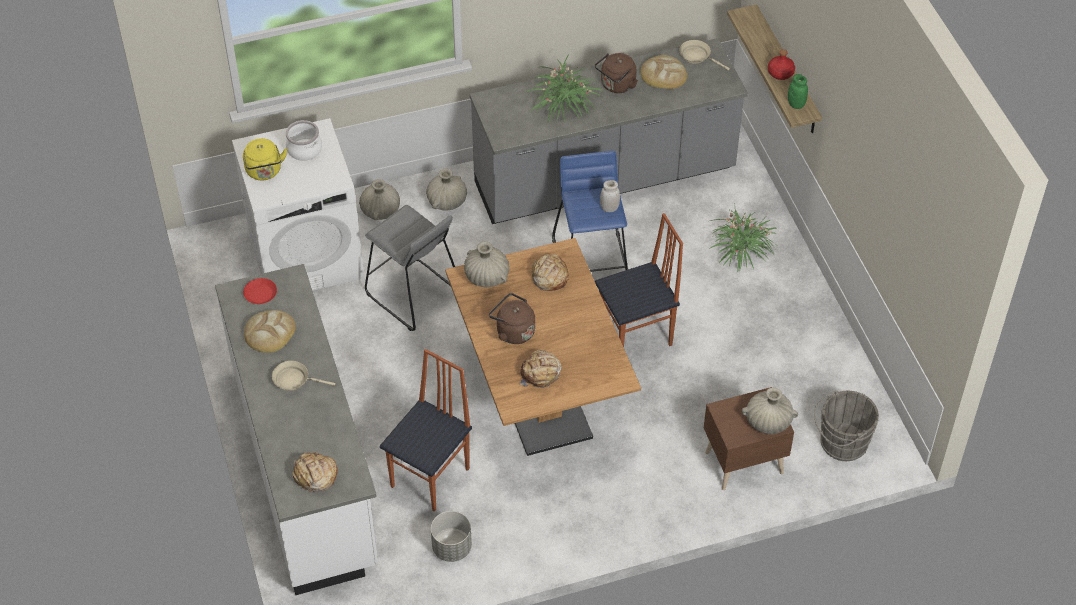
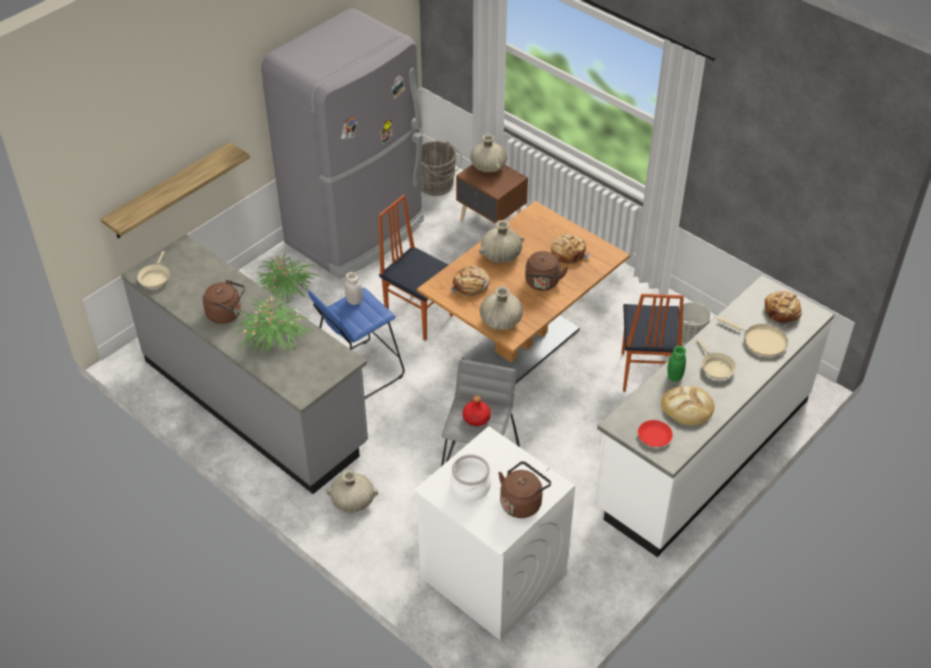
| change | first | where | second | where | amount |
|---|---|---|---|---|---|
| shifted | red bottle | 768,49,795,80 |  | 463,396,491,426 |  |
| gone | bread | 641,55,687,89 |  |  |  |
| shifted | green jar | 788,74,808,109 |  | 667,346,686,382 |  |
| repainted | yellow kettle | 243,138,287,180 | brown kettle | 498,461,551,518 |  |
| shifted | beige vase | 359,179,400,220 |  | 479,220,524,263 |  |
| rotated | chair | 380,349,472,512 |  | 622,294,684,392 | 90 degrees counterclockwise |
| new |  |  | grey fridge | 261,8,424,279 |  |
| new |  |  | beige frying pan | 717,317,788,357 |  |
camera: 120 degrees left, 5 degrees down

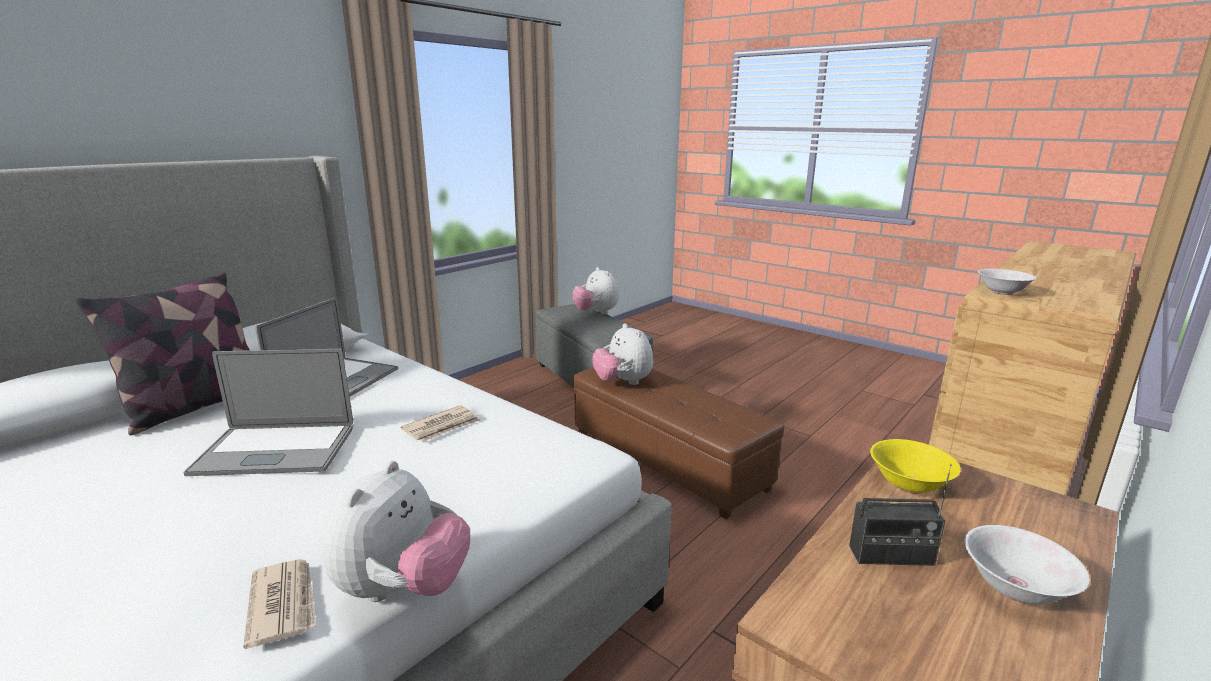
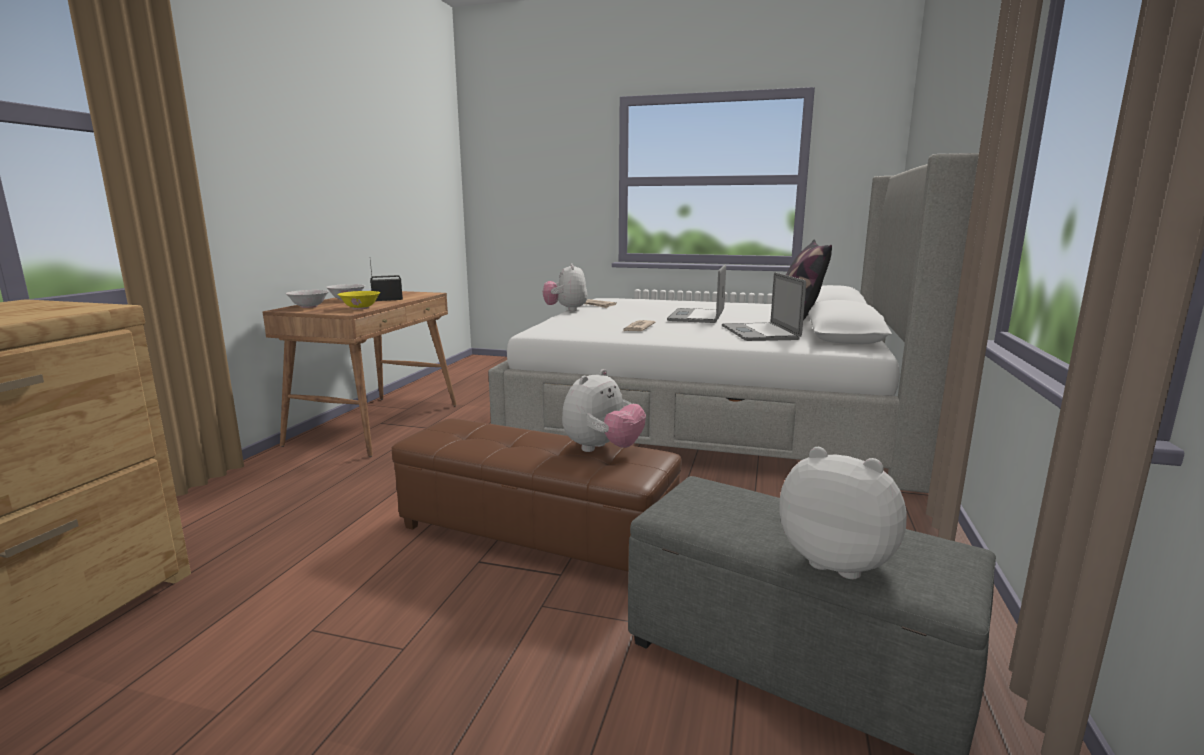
| change | first | where | second | where | amount |
|---|---|---|---|---|---|
| shifted | white bowl | 978,269,1036,295 |  | 285,290,329,308 |  |
| rotated | plush toy | 593,323,653,385 |  | 562,369,646,452 | 90 degrees clockwise |
| rotated | laptop | 184,349,353,476 |  | 667,265,726,323 | 45 degrees counterclockwise |
camera: 155 degrees right, 5 degrees down

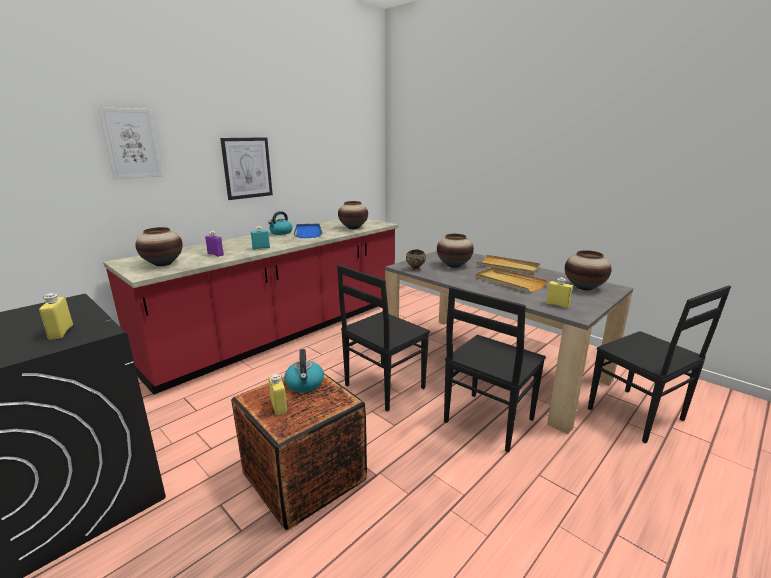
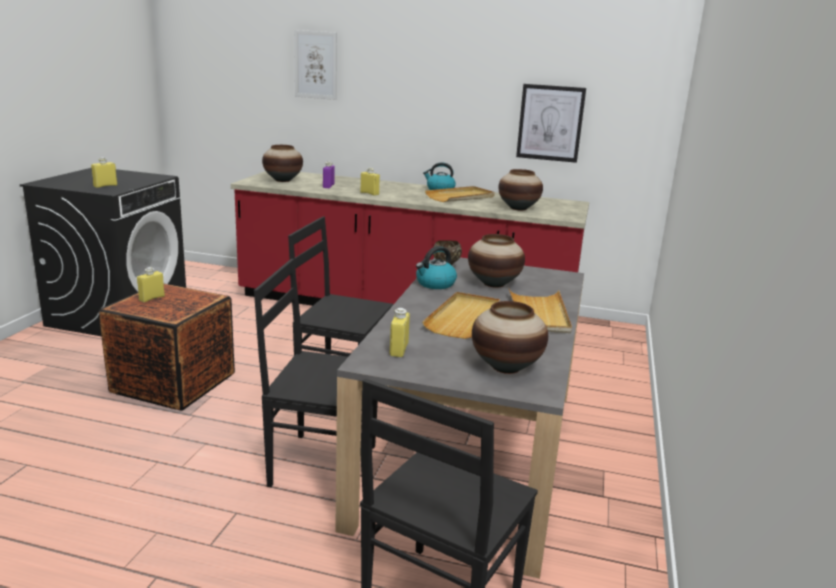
| change | first | where | second | where | amount |
|---|---|---|---|---|---|
| shifted | picture | 220,137,273,200 |  | 516,84,586,163 |  |
| repainted | blue tray | 294,223,323,238 | beige tray | 425,186,495,202 |  |
| repainted | turquoise bottle | 251,226,270,250 | yellow bottle | 360,168,380,196 |  |
| shifted | kettle | 284,349,324,393 |  | 416,246,457,289 |  |
camera: 60 degrees right, 0 degrees up

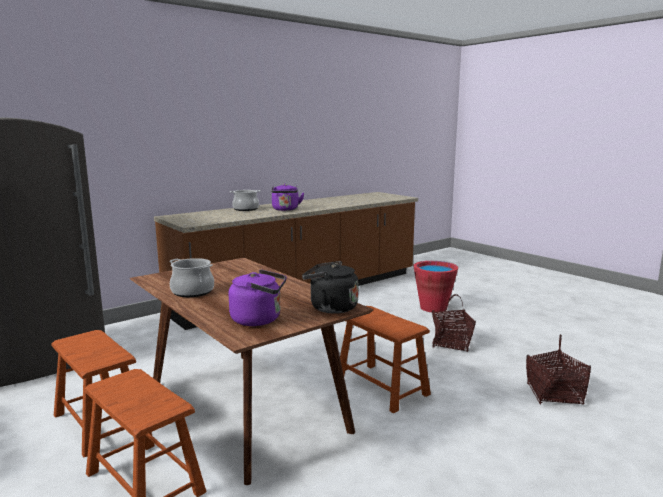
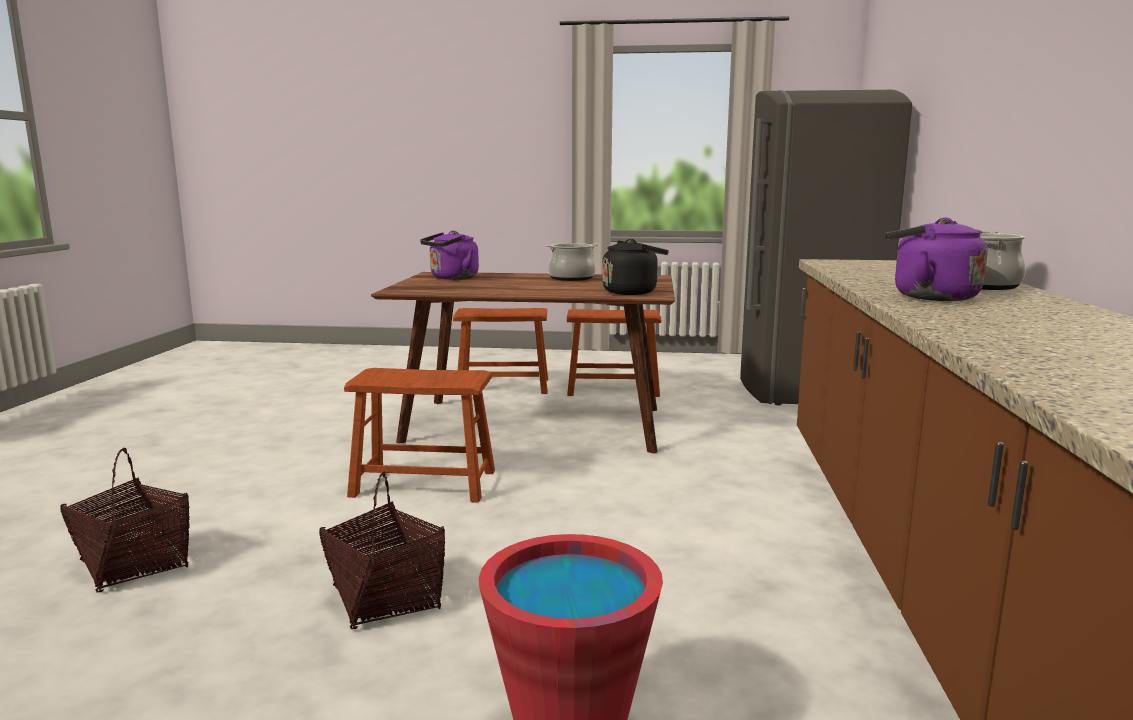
| change | first | where | second | where | amount |
|---|---|---|---|---|---|
| shifted | black kettle | 302,261,359,314 |  | 602,239,669,295 |  |
camera: 135 degrees right, 0 degrees up

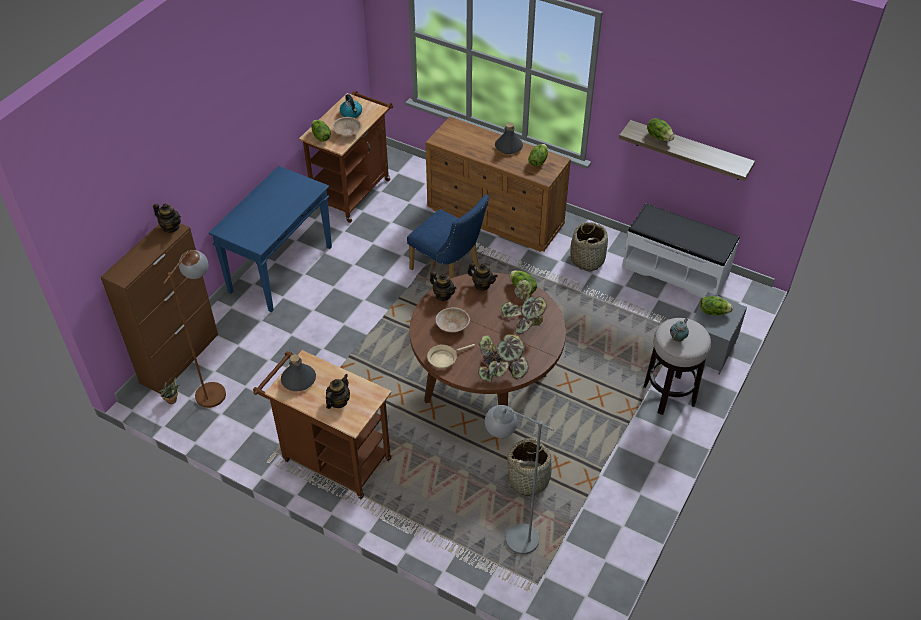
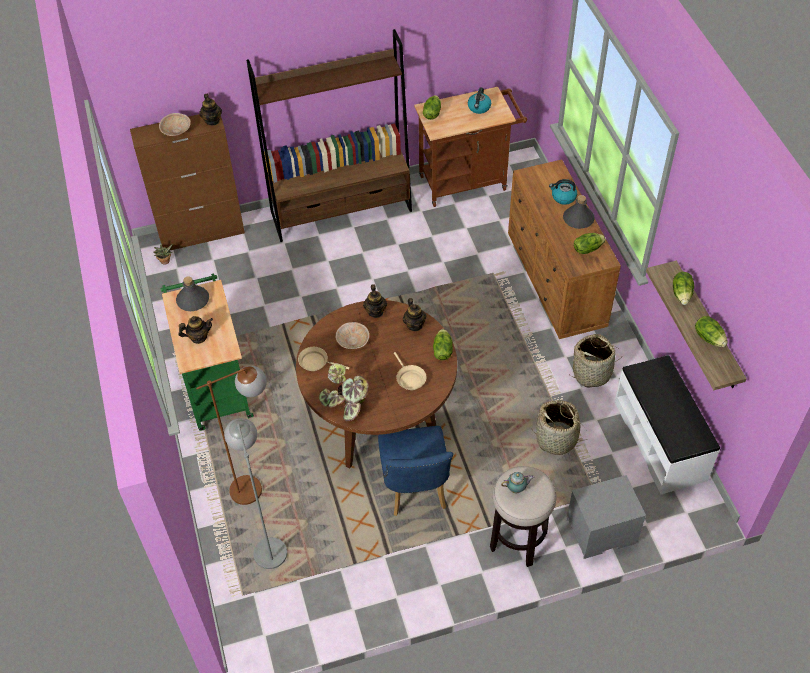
| change | first | where | second | where | amount |
|---|---|---|---|---|---|
| shifted | beige bowl | 333,117,362,136 |  | 159,113,191,136 |  |
| swapped | blue console table | 209,166,332,312 | brown bookcase | 246,29,412,242 |  |
| shifted | blue chair | 407,194,489,279 |  | 378,426,453,516 |  |
| shifted | brown floor lamp | 163,250,226,408 |  | 196,366,267,505 |  |
| swapped | potted plant | 501,280,547,334 | beige frying pan | 394,352,426,390 |  |
| shifted | lettuce | 700,296,733,316 |  | 695,316,728,347 |  |
| repainted | brown cart | 253,350,392,499 | green cart | 161,273,254,431 |  |
| shifted | basket | 506,438,556,496 |  | 531,400,589,455 |  |
| new |  |  | kettle | 549,179,577,205 |  |
camera: 45 degrees right, 5 degrees up

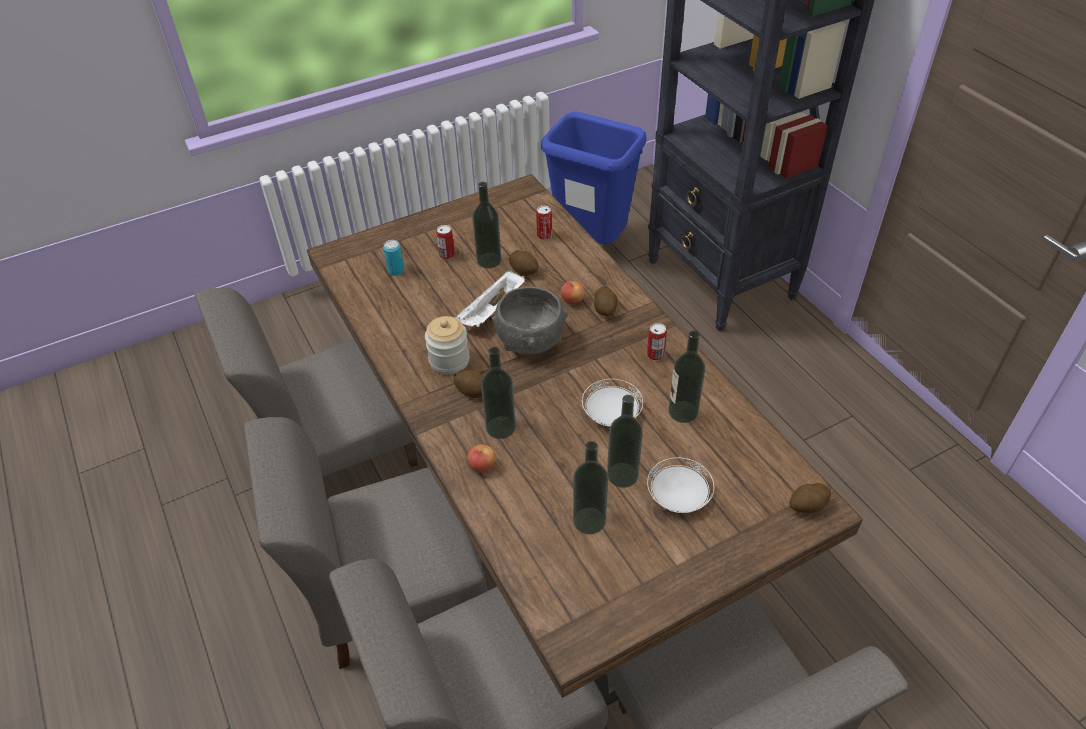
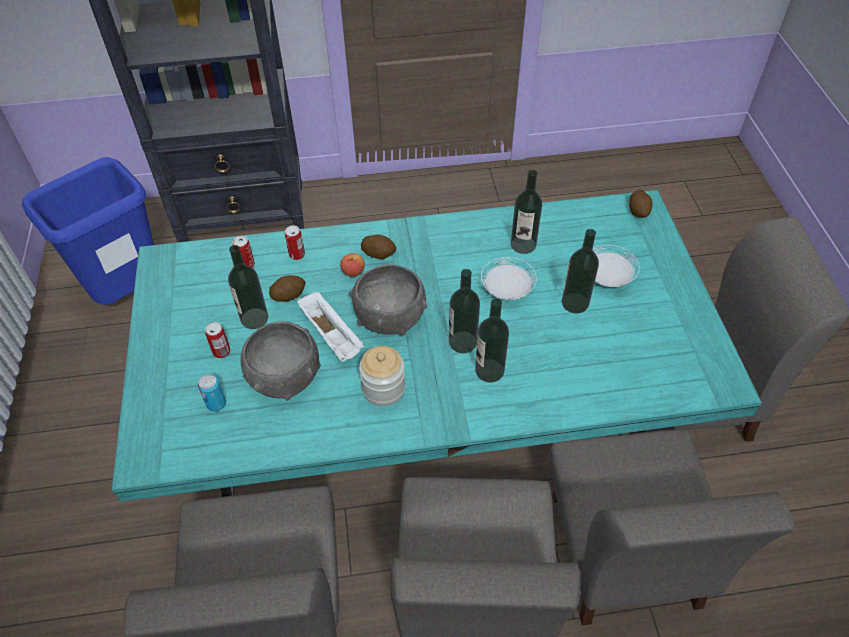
| change | first | where | second | where | amount |
|---|---|---|---|---|---|
| repainted | brown dining table | 307,174,863,706 | turquoise dining table | 112,190,762,502 |  |
| shifted | can | 647,323,667,360 |  | 285,225,305,260 |  |
| gone | potato | 454,370,483,398 |  |  |  |
| shifted | bottle | 573,441,608,534 |  | 449,269,480,353 |  |
| gone | apple | 467,444,496,473 |  |  |  |
| new |  |  | grey bowl | 240,321,321,401 |  |
camera: 70 degrees left, 5 degrees up

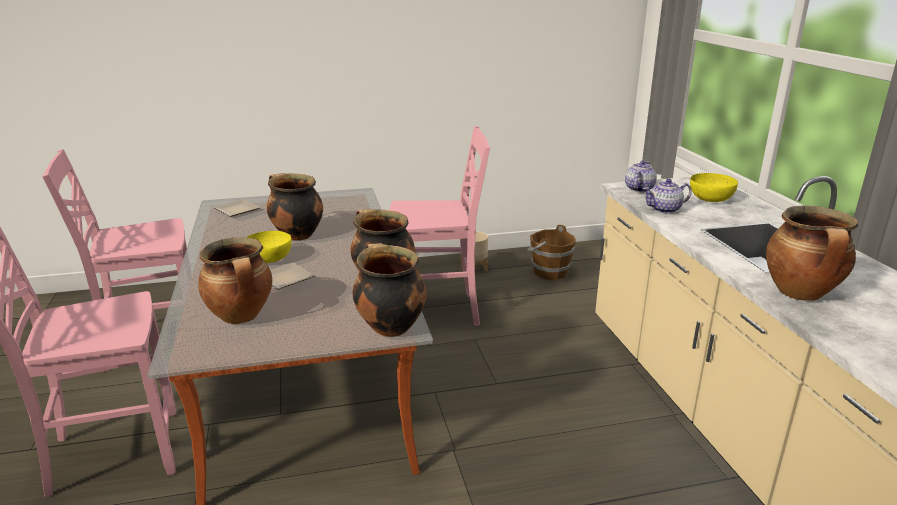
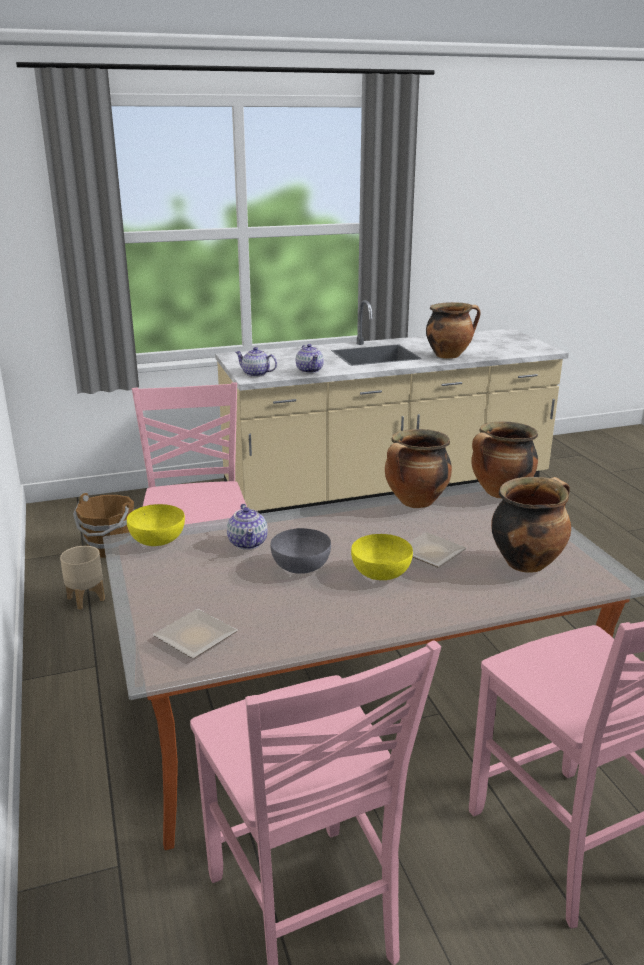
| change | first | where | second | where | amount |
|---|---|---|---|---|---|
| swapped | cooking pot | 267,173,323,241 | grey bowl | 271,528,331,574 |  |
| shifted | yellow bowl | 690,173,738,202 |  | 127,504,185,546 |  |
| new |  |  | teapot | 227,504,268,550 |  |
camera: 95 degrees left, 0 degrees up

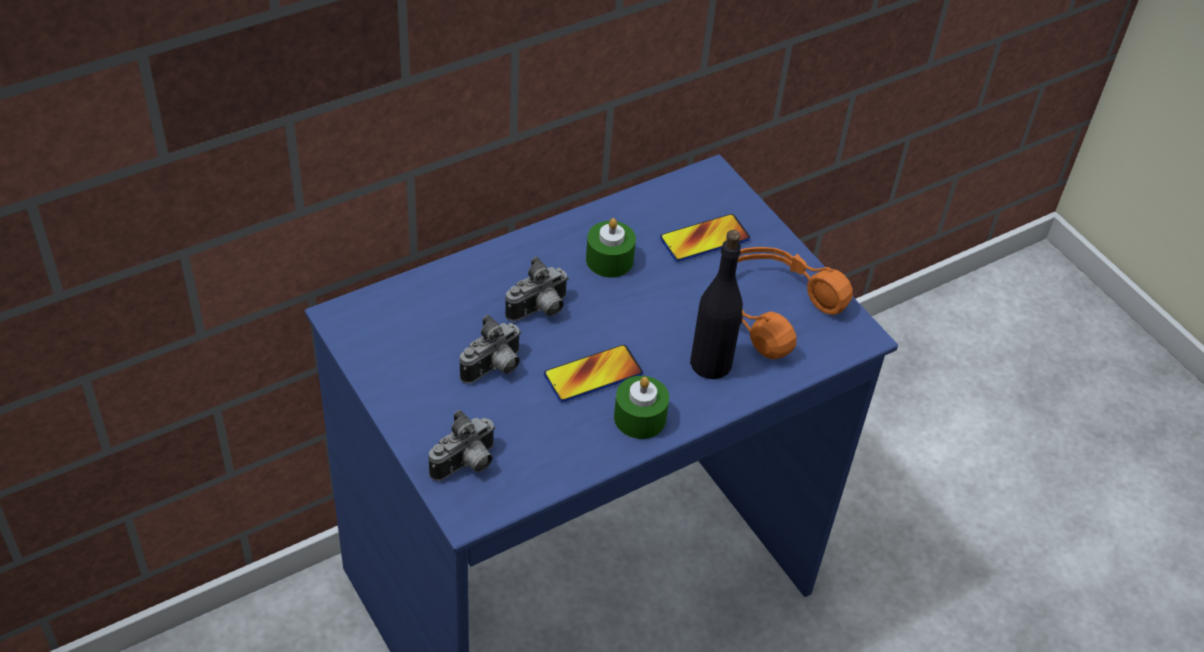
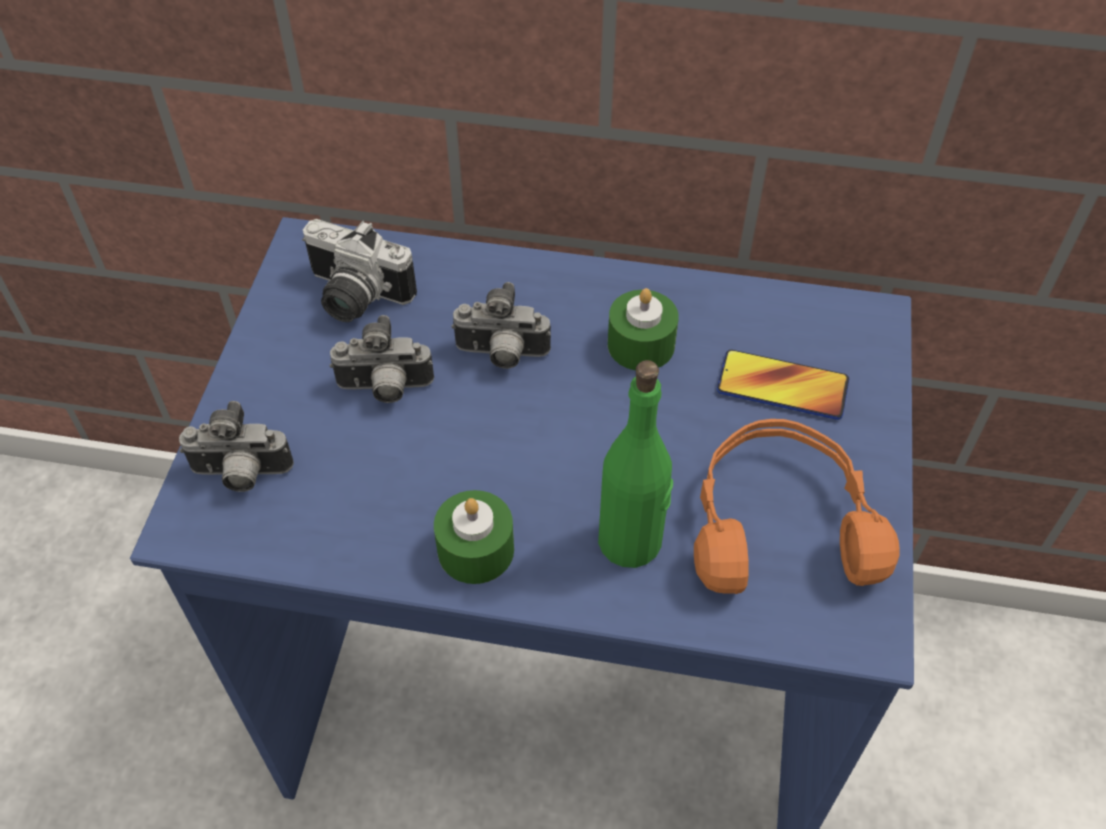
| change | first | where | second | where | amount |
|---|---|---|---|---|---|
| repainted | black bottle | 690,230,743,379 | green bottle | 598,360,673,568 |  |
| gone | phone | 544,345,643,402 |  |  |  |
| new |  |  | photo camera | 302,219,417,322 |  |
camera: 45 degrees right, 5 degrees up

